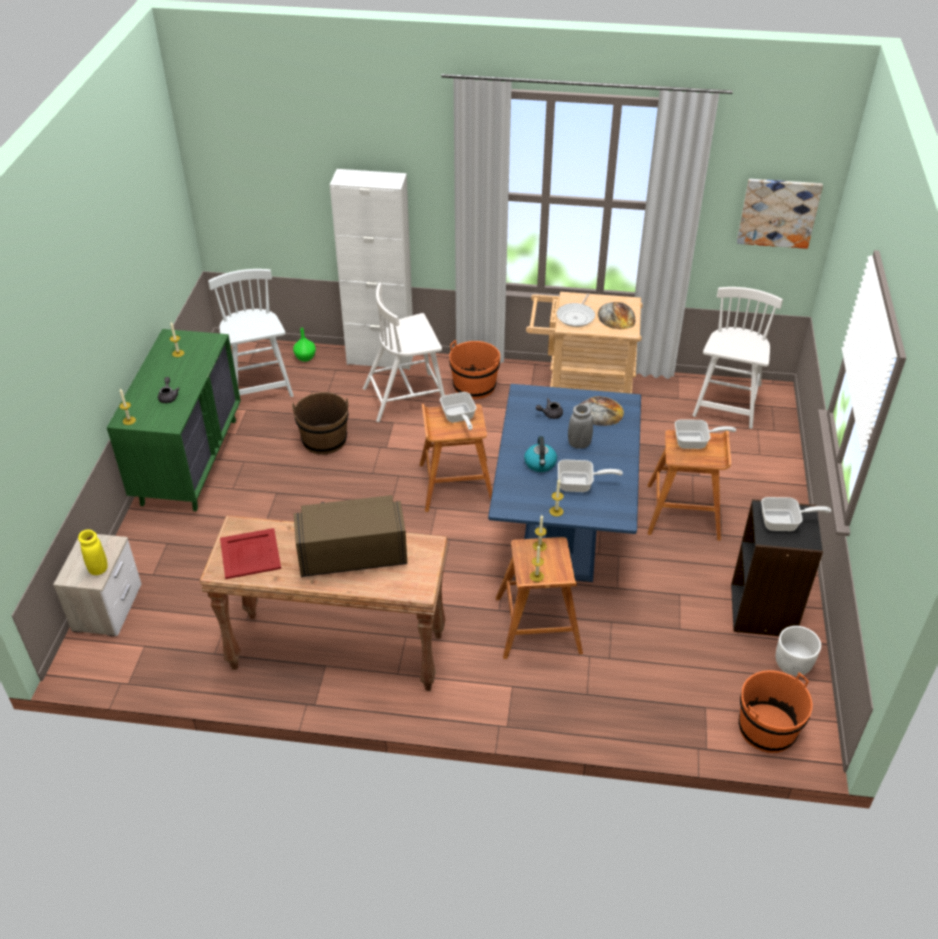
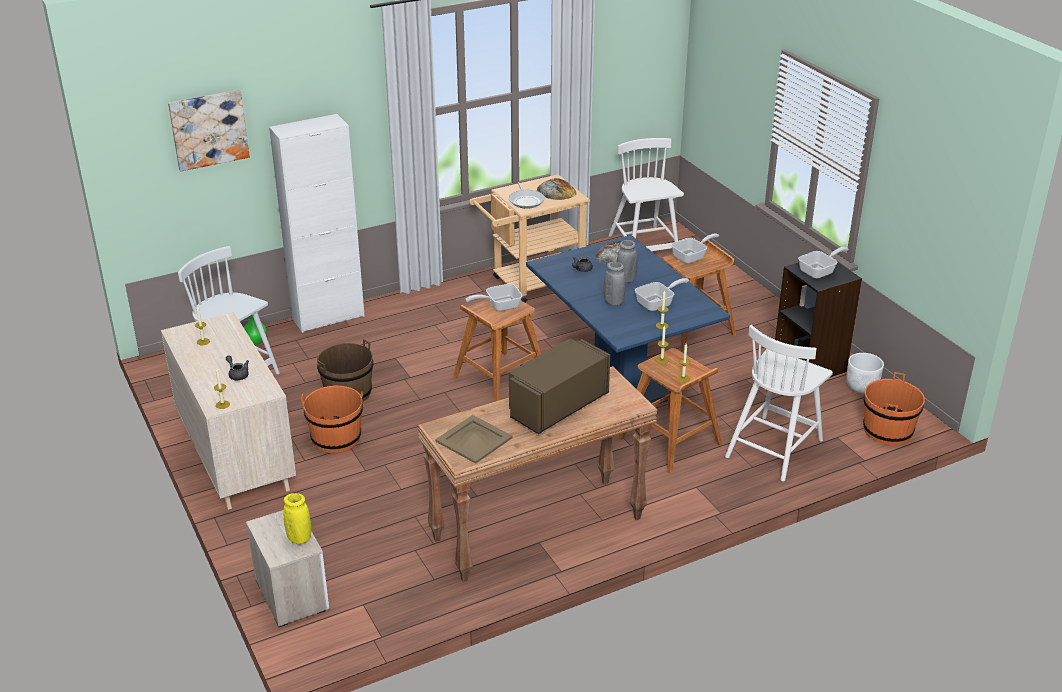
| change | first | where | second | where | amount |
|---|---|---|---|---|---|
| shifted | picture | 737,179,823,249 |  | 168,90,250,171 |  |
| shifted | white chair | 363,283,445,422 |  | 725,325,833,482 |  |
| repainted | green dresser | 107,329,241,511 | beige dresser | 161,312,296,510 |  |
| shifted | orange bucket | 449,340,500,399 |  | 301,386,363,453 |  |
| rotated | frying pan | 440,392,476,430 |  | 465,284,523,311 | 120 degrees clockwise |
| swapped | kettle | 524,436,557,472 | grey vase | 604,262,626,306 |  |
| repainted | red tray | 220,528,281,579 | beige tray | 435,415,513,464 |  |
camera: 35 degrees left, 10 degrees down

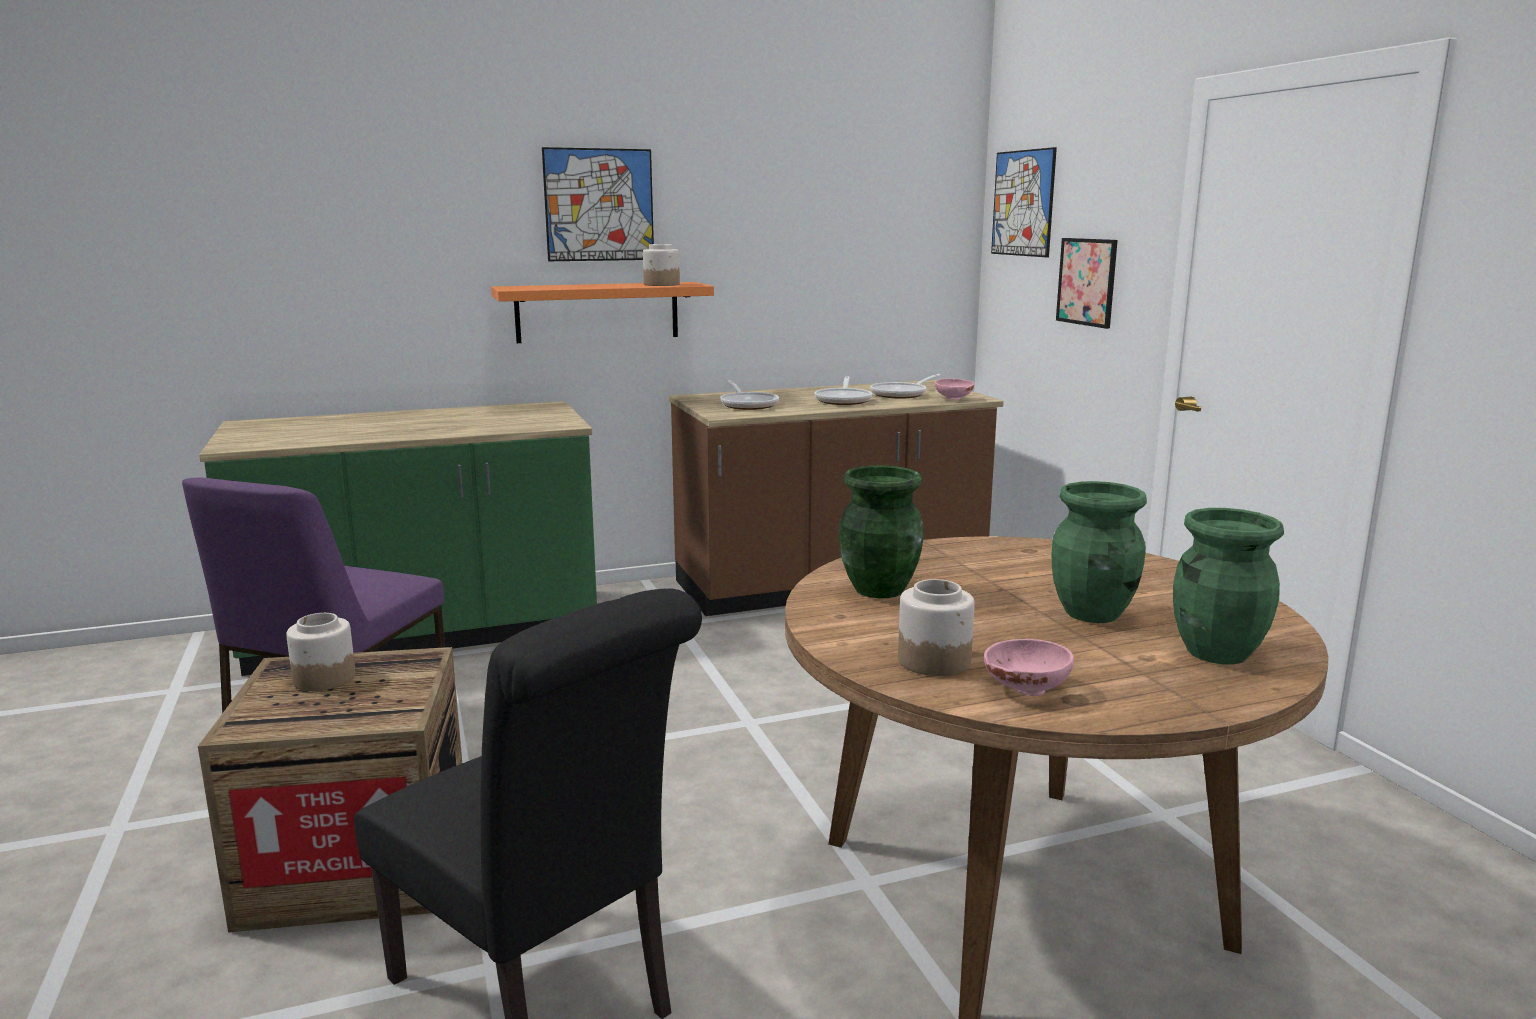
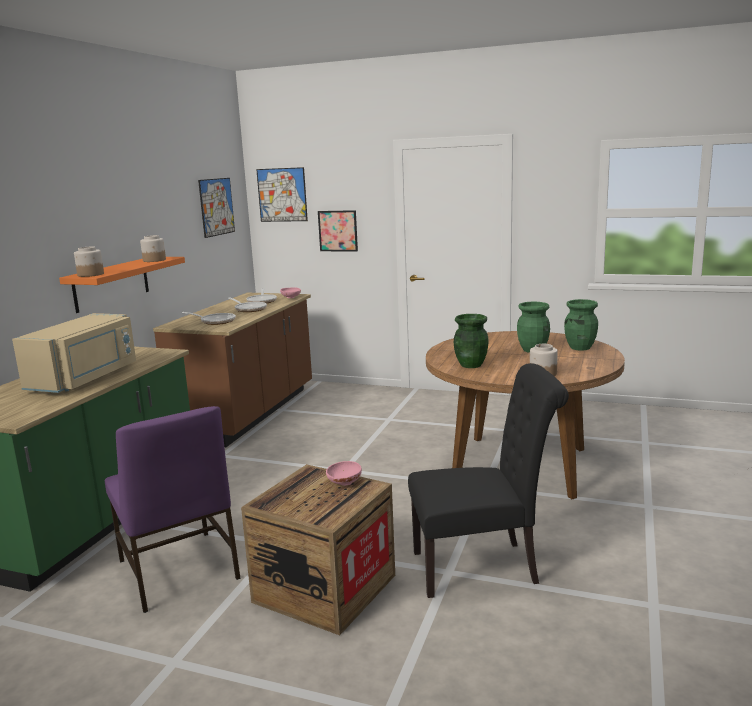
| change | first | where | second | where | amount |
|---|---|---|---|---|---|
| shifted | picture | 542,147,654,261 |  | 198,178,235,238 |  |
| shifted | jar | 286,613,356,691 |  | 74,246,104,277 |  |
| shifted | pink bowl | 984,639,1074,696 |  | 326,461,362,486 |  |
| new |  |  | beige microwave | 12,313,136,393 |  |
camera: 50 degrees left, 0 degrees up

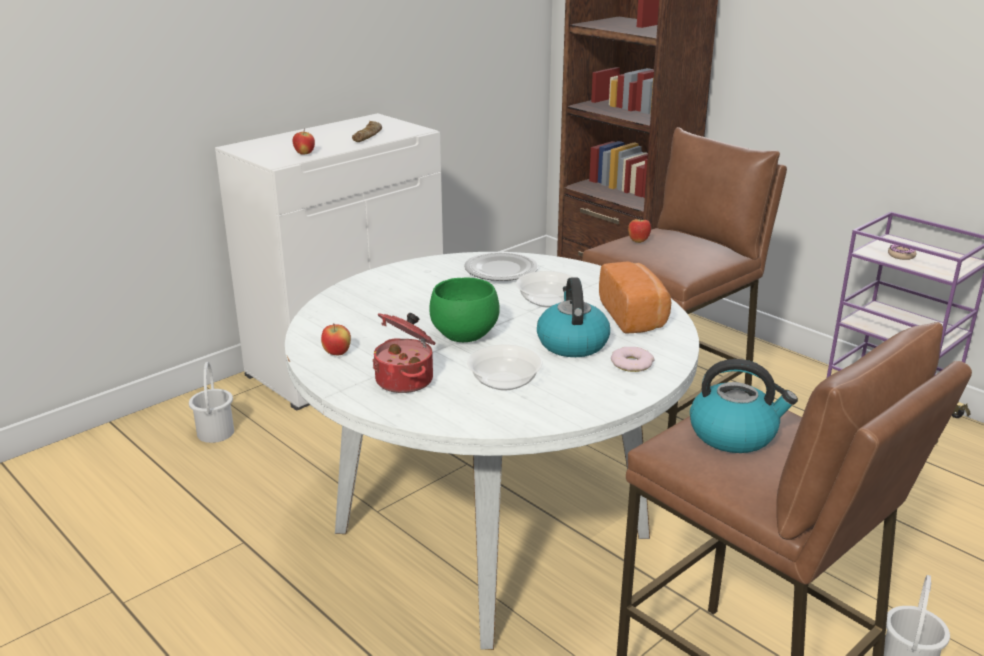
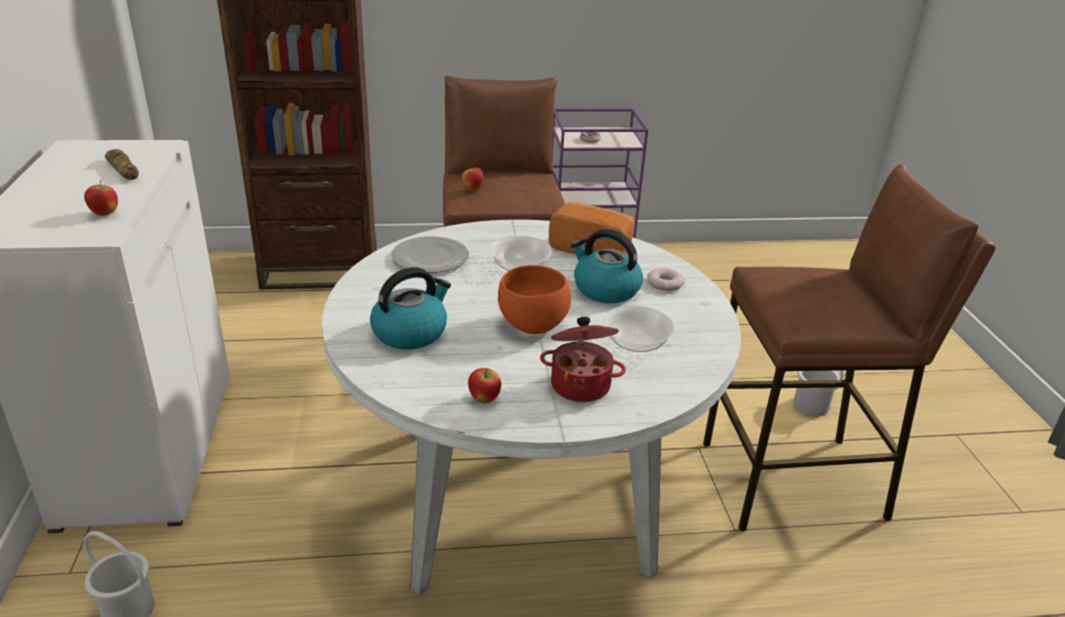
| change | first | where | second | where | amount |
|---|---|---|---|---|---|
| repainted | green bowl | 429,277,499,342 | orange bowl | 498,265,571,334 |  |
| shifted | kettle | 690,359,798,453 |  | 370,267,451,350 |  |
camera: 55 degrees left, 5 degrees up

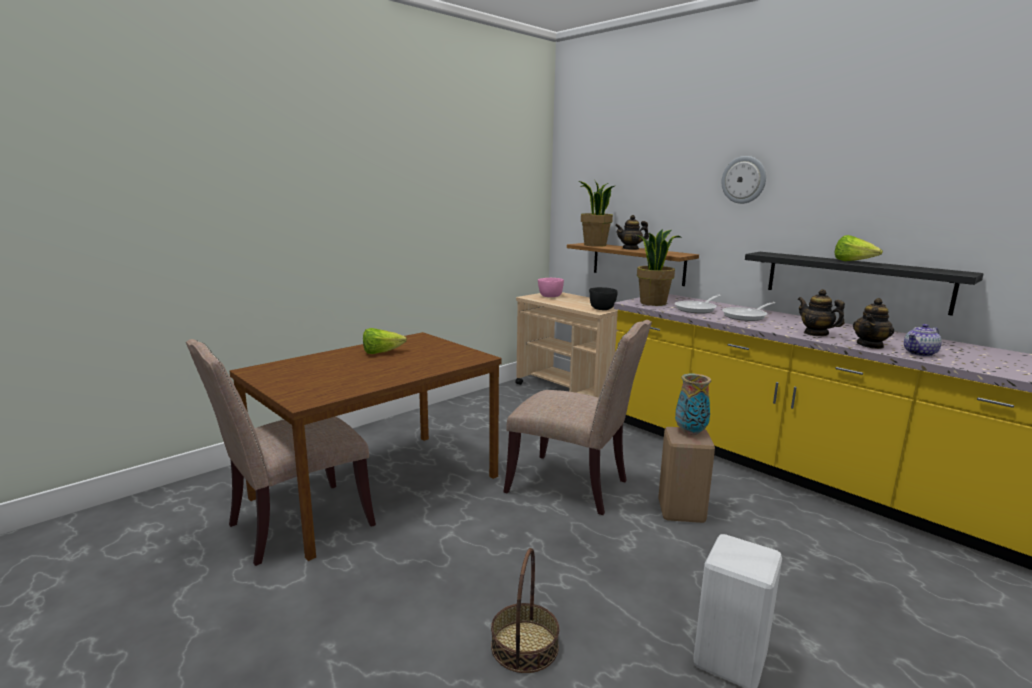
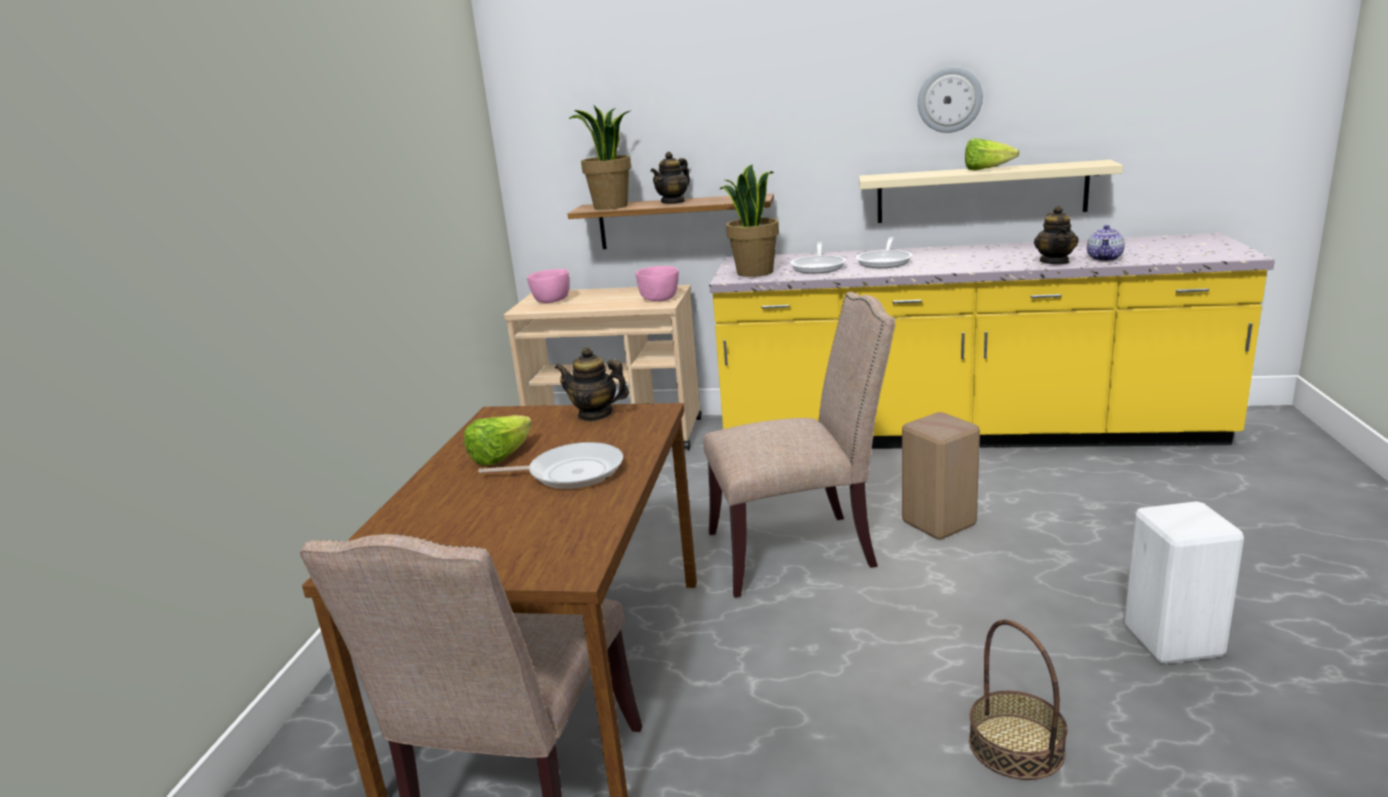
| change | first | where | second | where | amount |
|---|---|---|---|---|---|
| shifted | wall clock | 722,156,766,204 |  | 918,67,983,133 |  |
| repainted | black shelf | 745,252,984,316 | beige shelf | 859,160,1123,223 |  |
| repainted | black bowl | 589,287,618,310 | pink bowl | 635,266,679,301 |  |
| shifted | teapot | 798,289,845,336 |  | 555,347,629,421 |  |
| gone | vase | 675,374,711,435 |  |  |  |
| new |  |  | frying pan | 478,442,623,489 |  |
camera: 35 degrees left, 5 degrees up

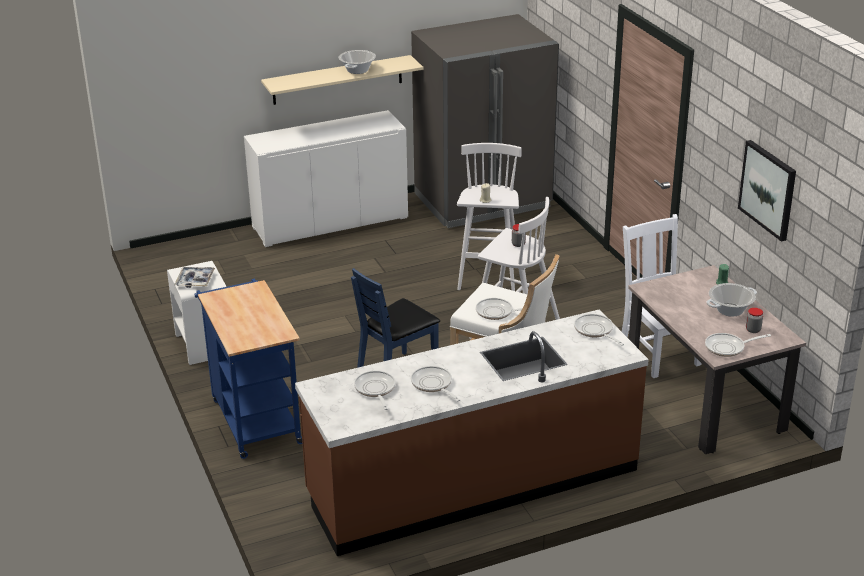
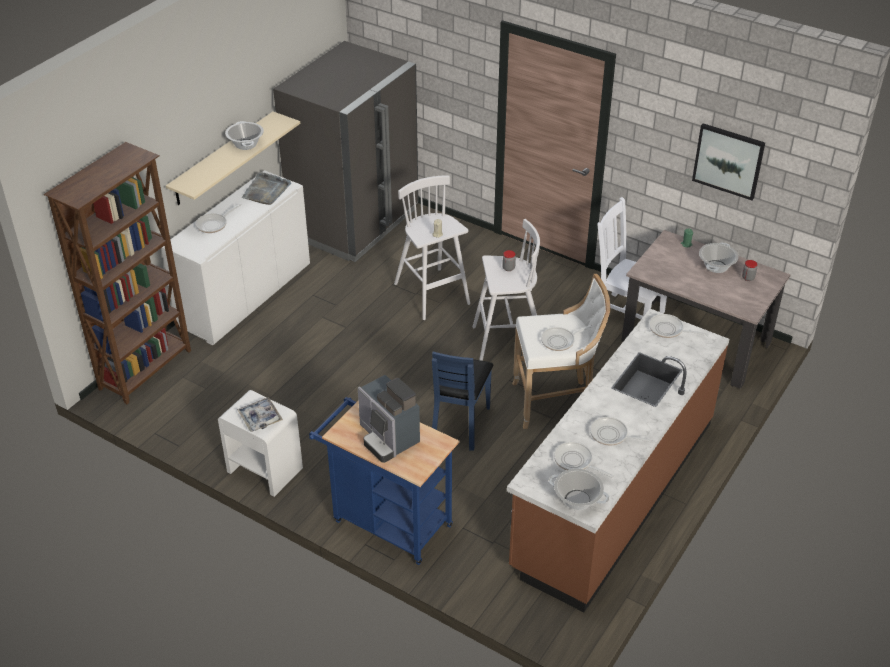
| change | first | where | second | where | amount |
|---|---|---|---|---|---|
| shifted | frying pan | 705,333,771,357 |  | 196,204,242,233 |  |
| new |  |  | brown bookcase | 44,142,191,404 |  |
| new |  |  | grey tray | 241,172,291,205 |  |
| new |  |  | coffee machine | 358,375,420,463 |  |
| new |  |  | cooking pot | 549,469,609,510 |  |
camera: 35 degrees left, 10 degrees up

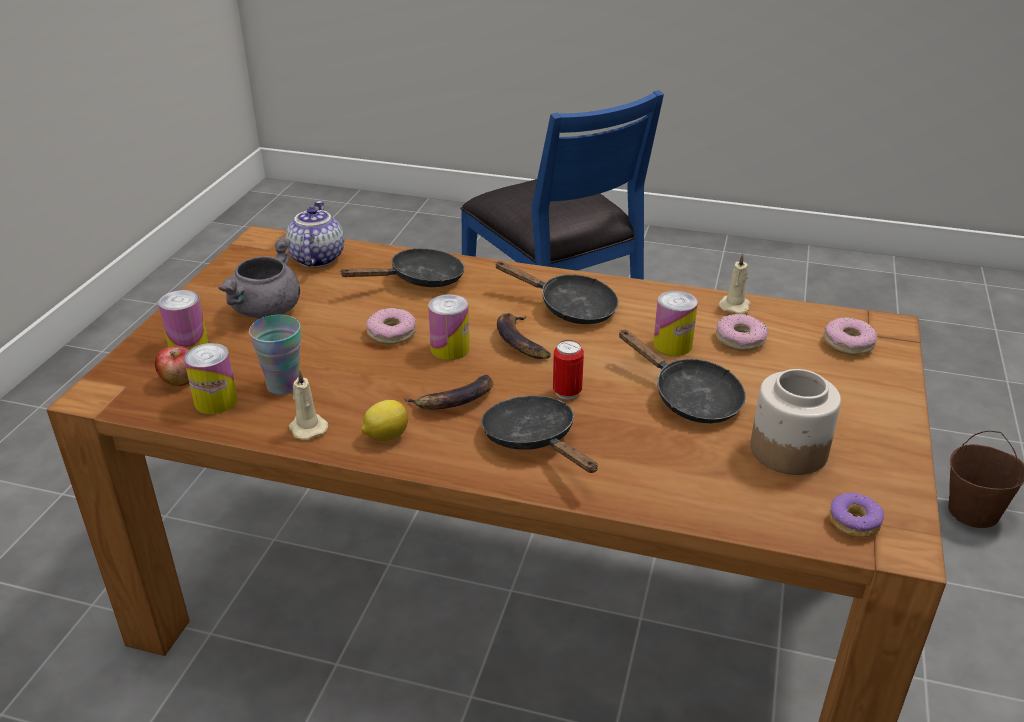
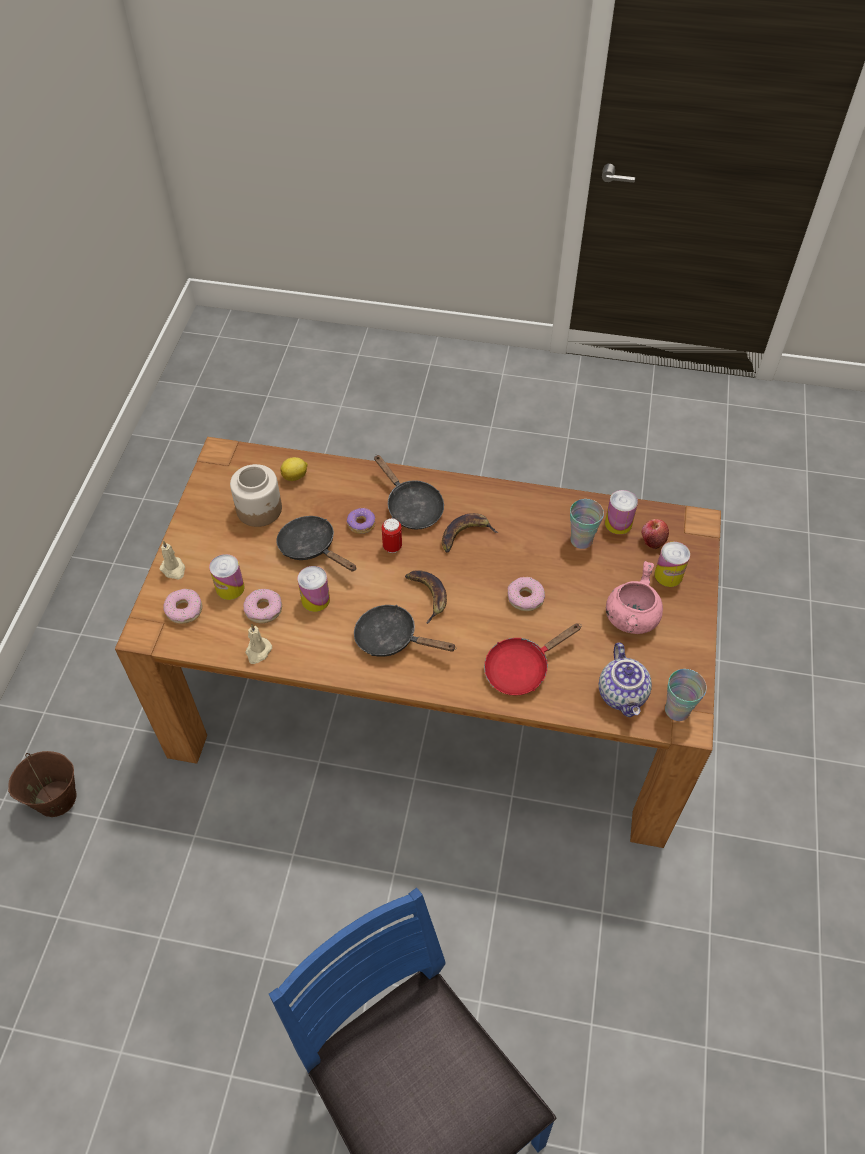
| change | first | where | second | where | amount |
|---|---|---|---|---|---|
| repainted | grey cooking pot | 218,237,300,319 | pink cooking pot | 606,561,663,634 |  |
| repainted | black frying pan | 339,248,465,287 | red frying pan | 484,623,582,696 |  |
| shifted | can | 428,294,470,360 |  | 209,554,245,600 |  |
| shifted | beige candle | 289,369,328,440 |  | 160,541,185,580 |  |
| shifted | lemon | 361,400,408,441 |  | 280,457,308,481 |  |
| shifted | donut | 829,493,884,538 |  | 346,508,375,534 |  |
| new |  |  | cup | 665,669,707,721 |  |
camera: 175 degrees right, 20 degrees up

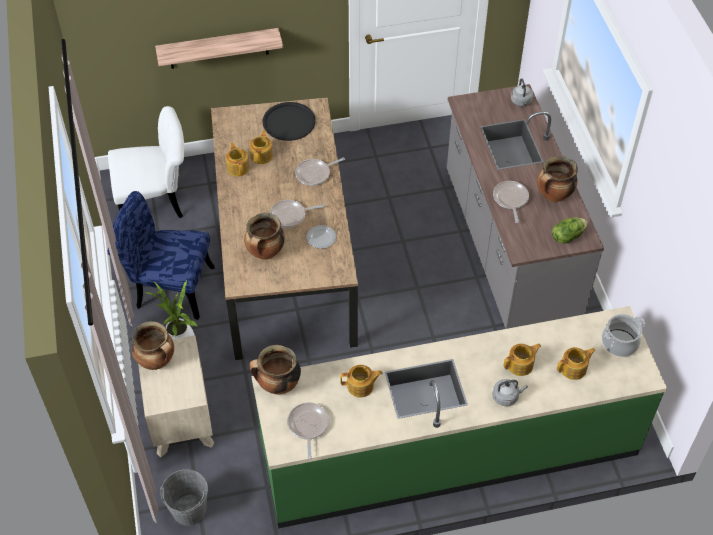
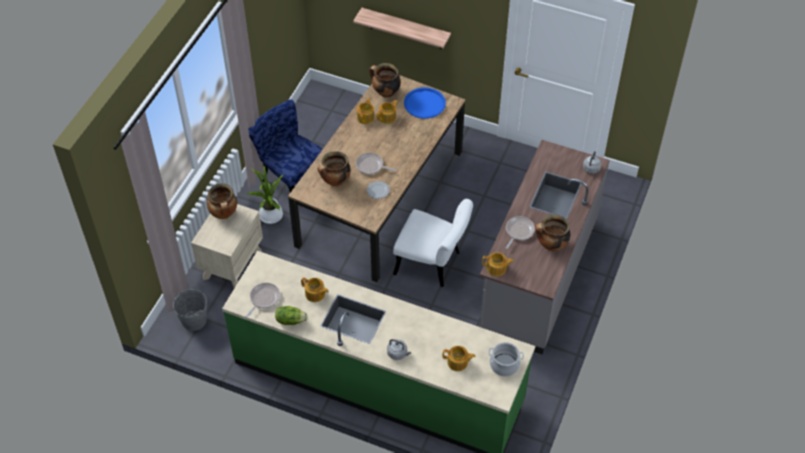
| change | first | where | second | where | amount |
|---|---|---|---|---|---|
| repainted | black tray | 263,102,316,141 | blue tray | 404,87,446,119 |  |
| shifted | white chair | 108,106,184,218 |  | 393,199,473,287 |  |
| gone | frying pan | 295,158,345,186 |  |  |  |
| shifted | lettuce | 552,217,588,244 |  | 275,306,308,325 |  |
| shifted | teapot | 504,343,541,376 |  | 482,252,514,276 |  |
| shifted | cooking pot | 249,345,301,394 |  | 369,63,401,98 |  |
camera: 35 degrees right, 0 degrees up

